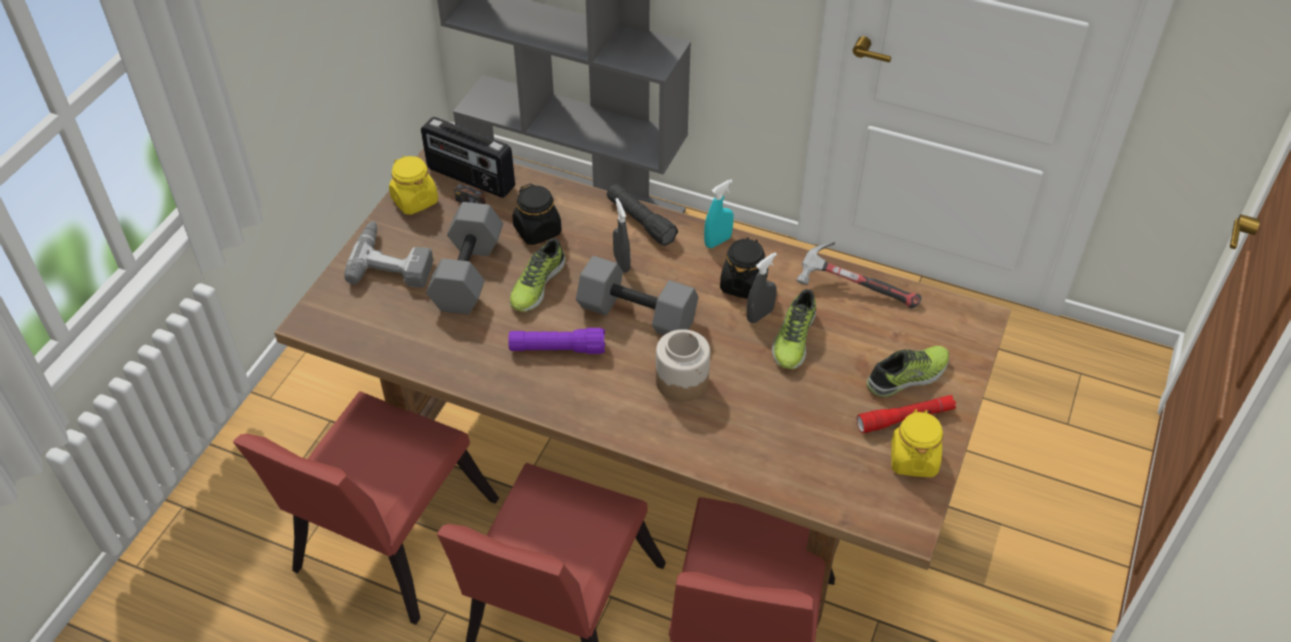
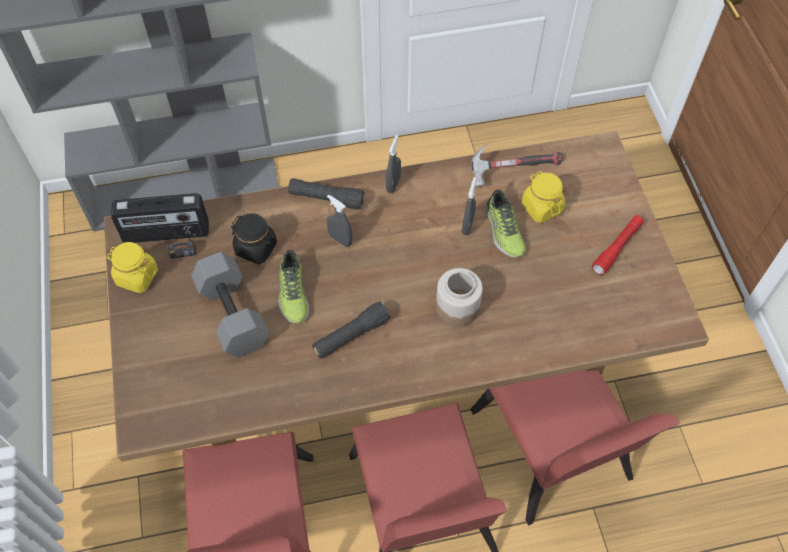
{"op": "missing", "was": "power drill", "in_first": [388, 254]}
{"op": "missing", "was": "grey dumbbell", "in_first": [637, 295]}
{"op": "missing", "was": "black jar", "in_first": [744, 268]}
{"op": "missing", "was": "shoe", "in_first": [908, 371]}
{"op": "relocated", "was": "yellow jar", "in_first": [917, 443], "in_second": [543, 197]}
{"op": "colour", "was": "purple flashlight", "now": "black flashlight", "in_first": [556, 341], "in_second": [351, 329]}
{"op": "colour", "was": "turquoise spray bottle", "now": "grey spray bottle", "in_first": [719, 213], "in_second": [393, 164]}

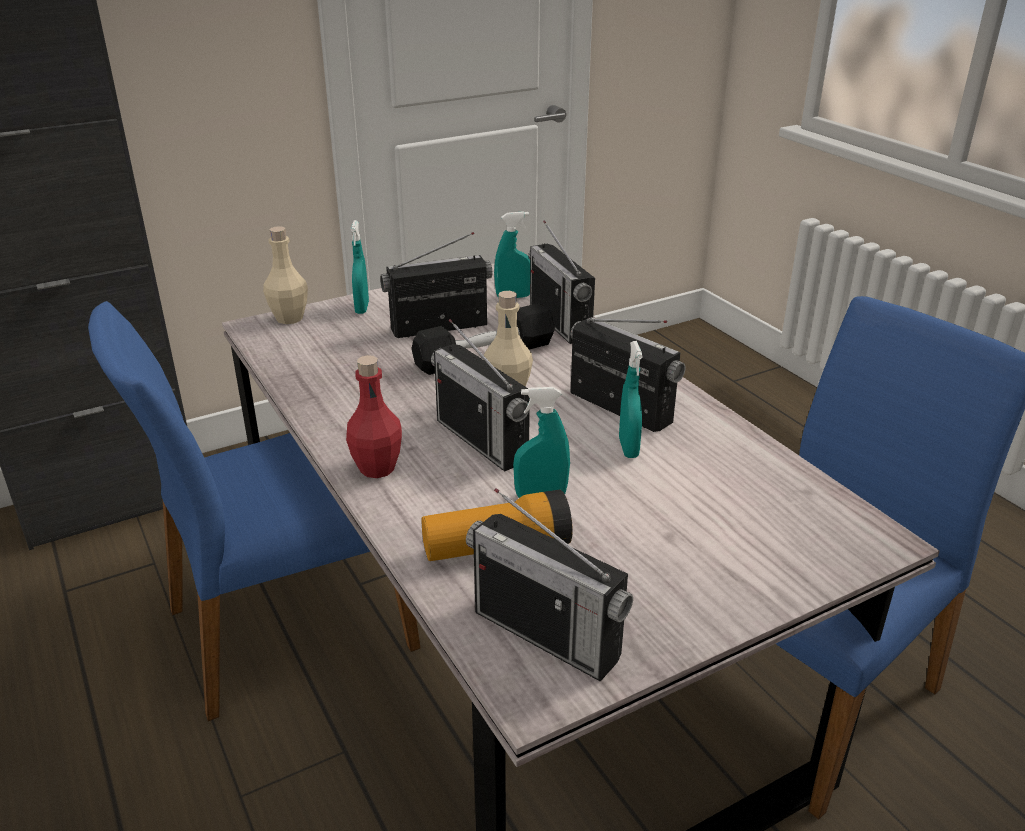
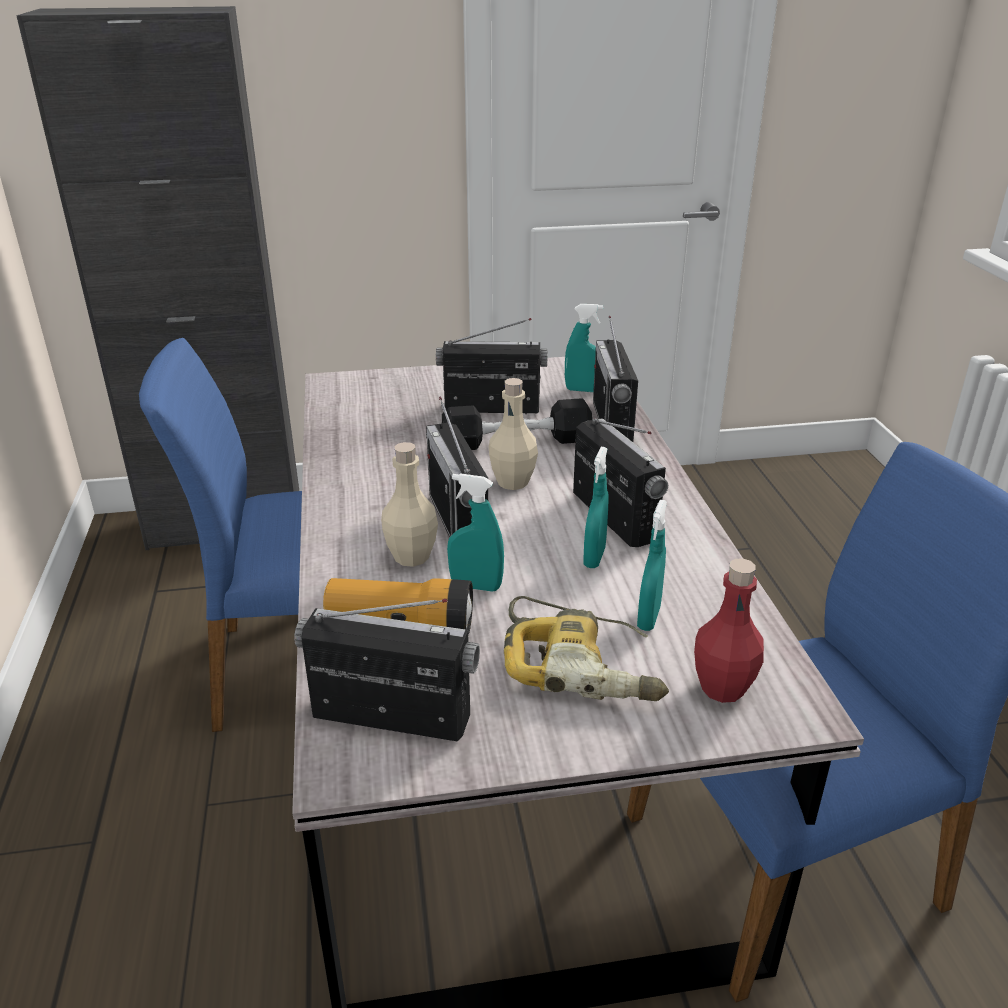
{"op": "appeared", "now": "power drill", "in_second": [586, 648]}
{"op": "relocated", "was": "beige bottle", "in_first": [285, 275], "in_second": [409, 504]}
{"op": "relocated", "was": "red bottle", "in_first": [374, 416], "in_second": [729, 630]}
{"op": "relocated", "was": "turquoise spray bottle", "in_first": [360, 267], "in_second": [652, 565]}
{"op": "spun", "was": "radio", "in_first": [549, 584], "in_second": [387, 670], "clockwise": 135}

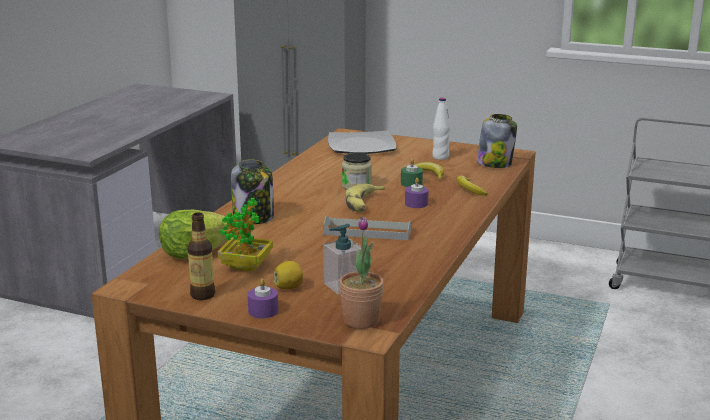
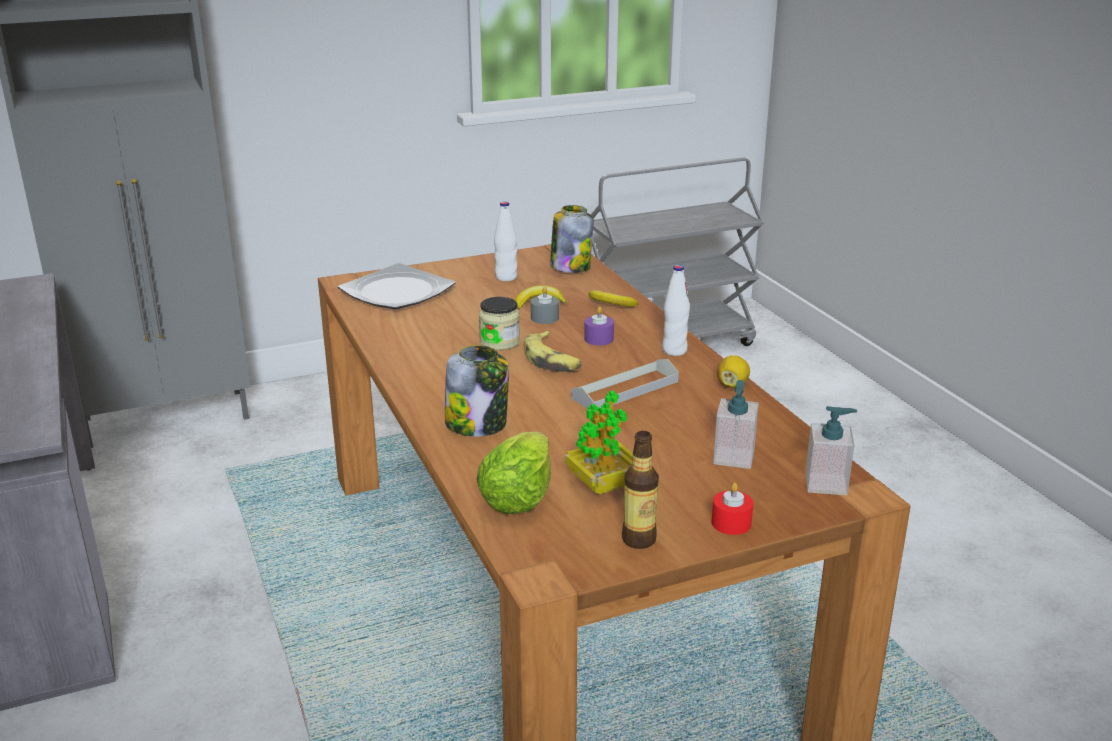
{"op": "appeared", "now": "white bottle", "in_second": [676, 310]}
{"op": "relocated", "was": "lemon", "in_first": [288, 275], "in_second": [733, 371]}
{"op": "exchanged", "was": "potted plant", "now": "soap dispenser", "in_first": [361, 273], "in_second": [831, 450]}
{"op": "colour", "was": "purple candle", "now": "red candle", "in_first": [263, 298], "in_second": [732, 509]}
{"op": "colour", "was": "green candle", "now": "grey candle", "in_first": [412, 173], "in_second": [545, 305]}

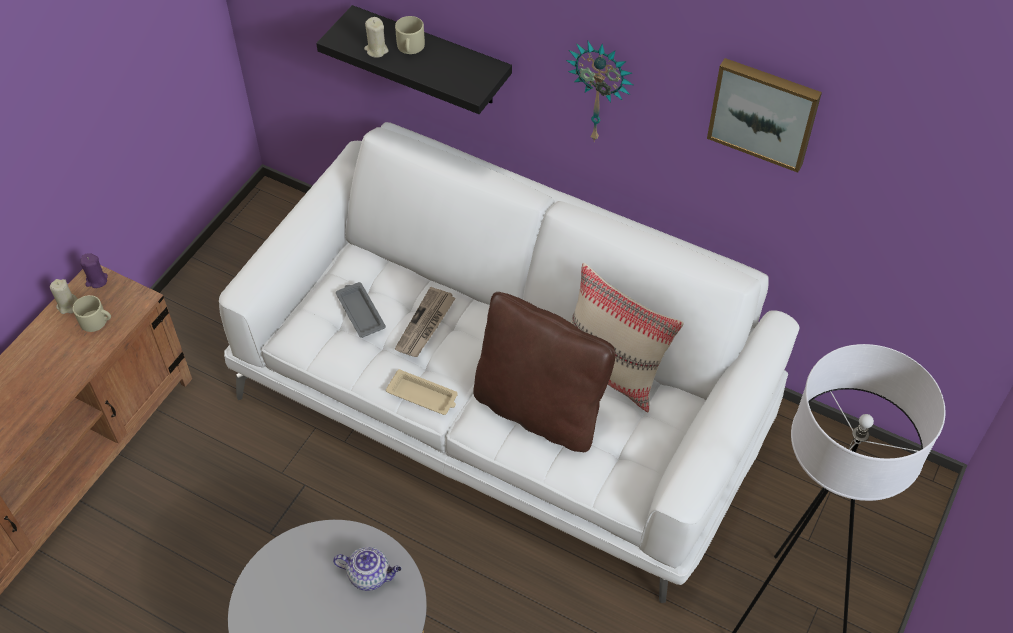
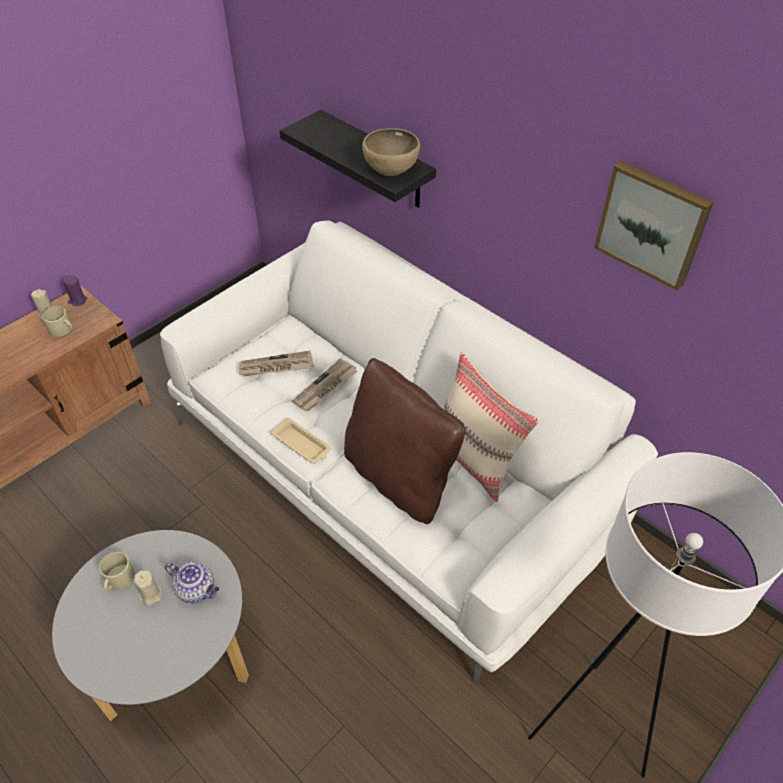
{"op": "missing", "was": "wall clock", "in_first": [599, 91]}
{"op": "appeared", "now": "brown bowl", "in_second": [391, 152]}
{"op": "relocated", "was": "beige candle", "in_first": [376, 37], "in_second": [148, 588]}
{"op": "relocated", "was": "beige mug", "in_first": [410, 35], "in_second": [117, 571]}
{"op": "exchanged", "was": "grey tray", "now": "newspaper", "in_first": [361, 310], "in_second": [276, 363]}

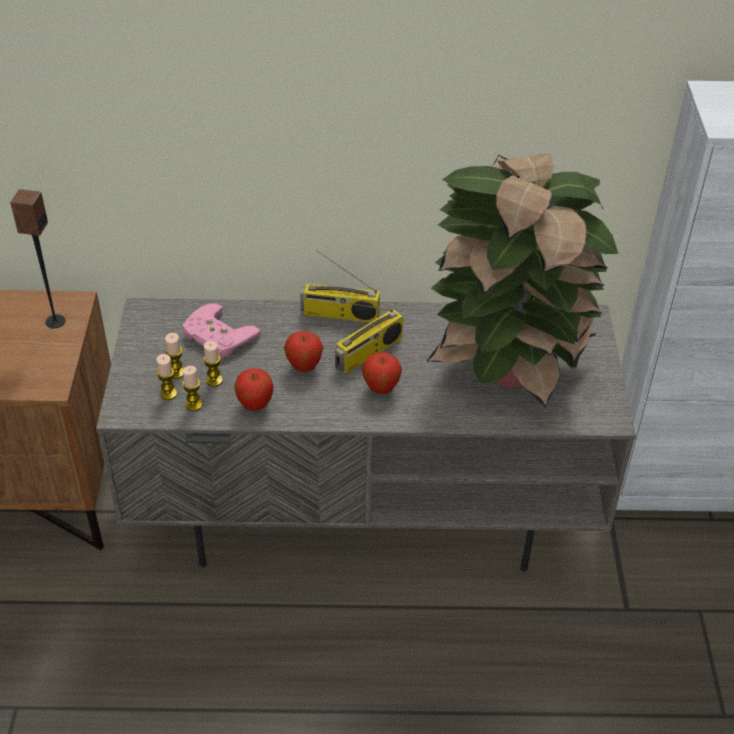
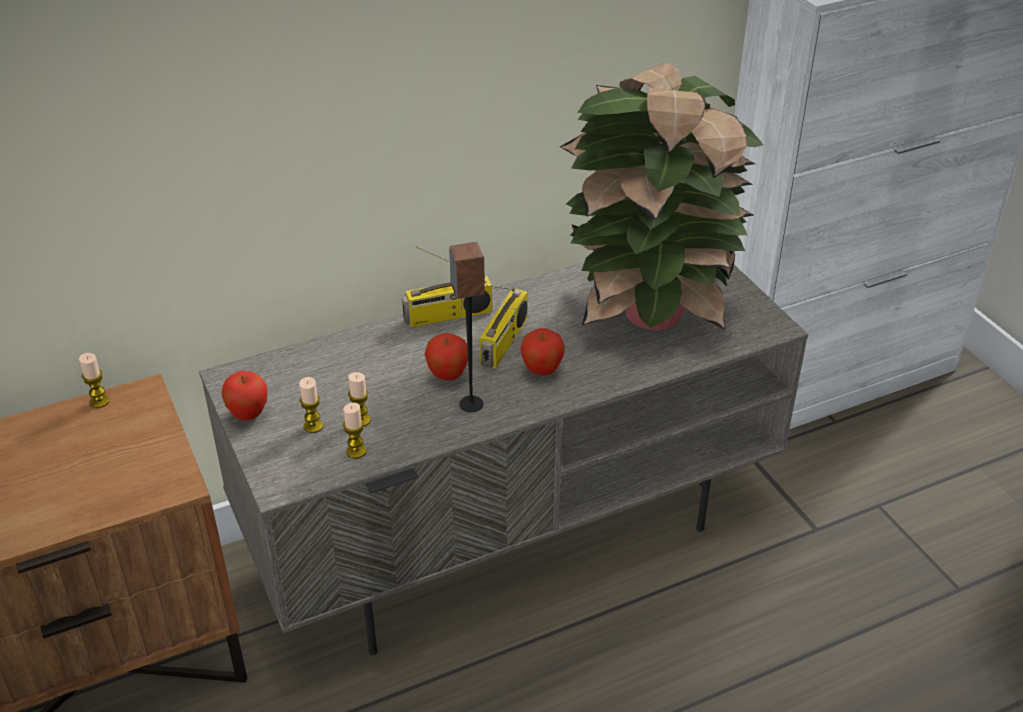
{"op": "missing", "was": "pink game controller", "in_first": [221, 331]}
{"op": "relocated", "was": "speaker", "in_first": [38, 258], "in_second": [467, 327]}
{"op": "relocated", "was": "candle", "in_first": [167, 377], "in_second": [94, 380]}
{"op": "relocated", "was": "apple", "in_first": [253, 389], "in_second": [244, 396]}

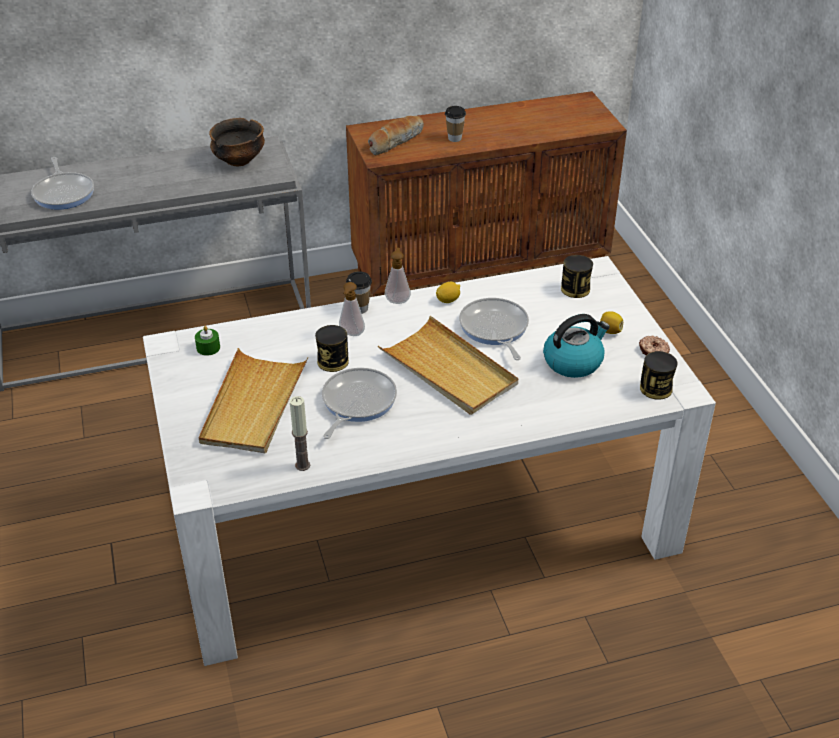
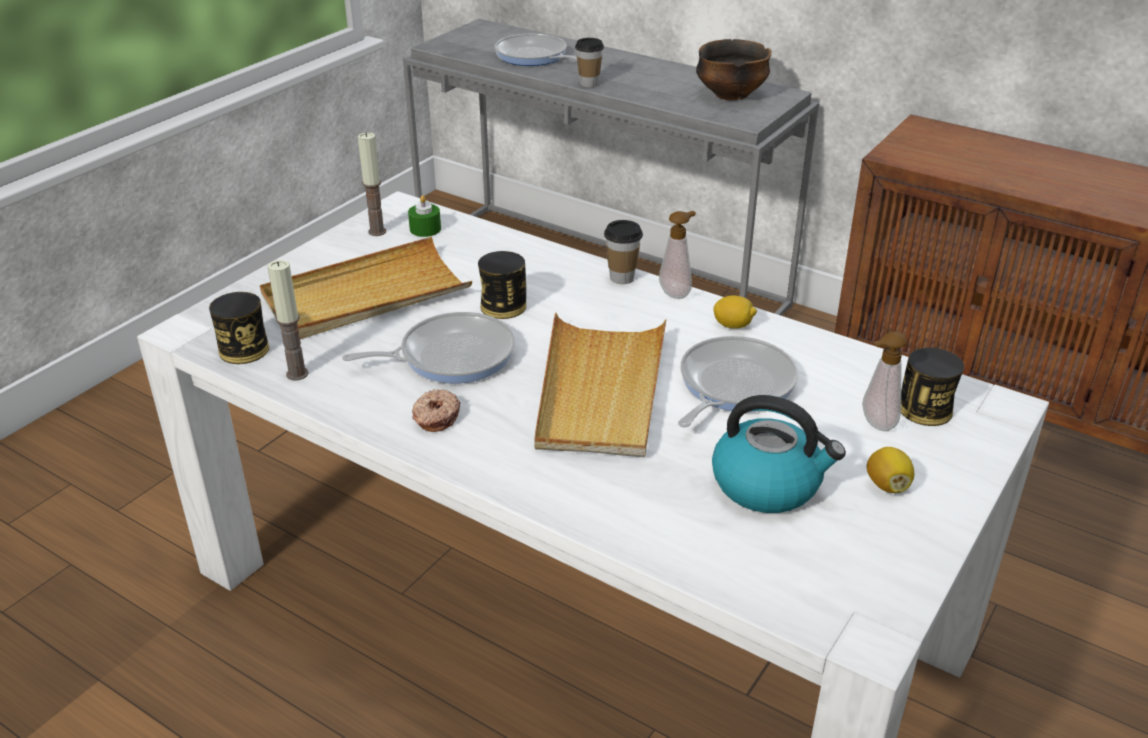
{"op": "missing", "was": "bread", "in_first": [396, 136]}
{"op": "appeared", "now": "candle", "in_second": [372, 184]}
{"op": "relocated", "was": "soap dispenser", "in_first": [352, 309], "in_second": [884, 381]}
{"op": "relocated", "was": "cup", "in_first": [455, 124], "in_second": [589, 62]}
{"op": "relocated", "was": "donut", "in_first": [654, 345], "in_second": [436, 410]}
{"op": "relocated", "was": "can", "in_first": [659, 375], "in_second": [239, 328]}
{"op": "spun", "was": "frying pan", "in_first": [62, 183], "in_second": [536, 50], "clockwise": 105}

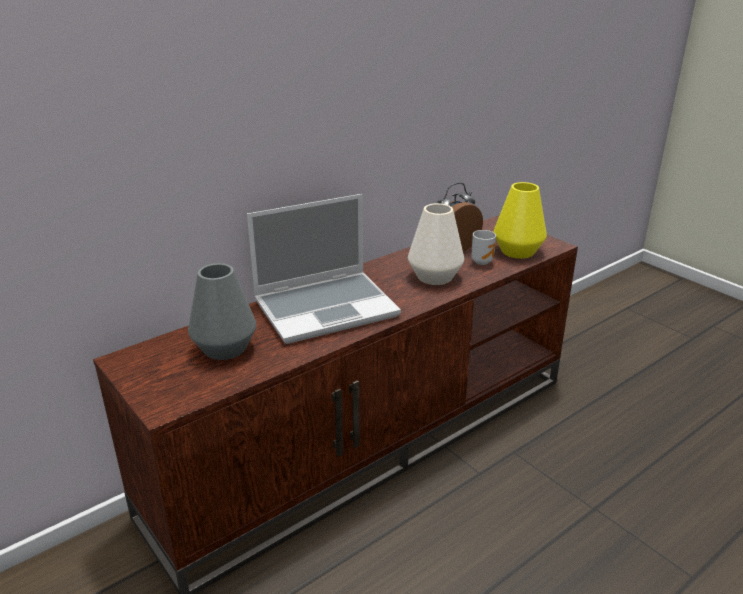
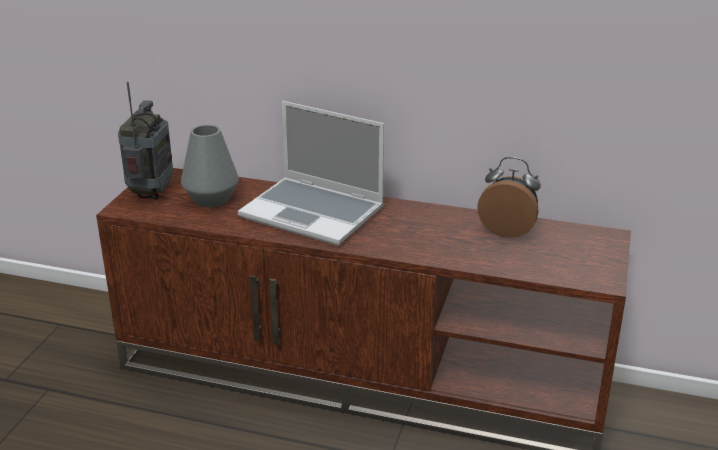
{"op": "missing", "was": "white vase", "in_first": [436, 244]}
{"op": "missing", "was": "mug", "in_first": [483, 247]}
{"op": "missing", "was": "yellow vase", "in_first": [520, 220]}
{"op": "appeared", "now": "radio", "in_second": [145, 141]}

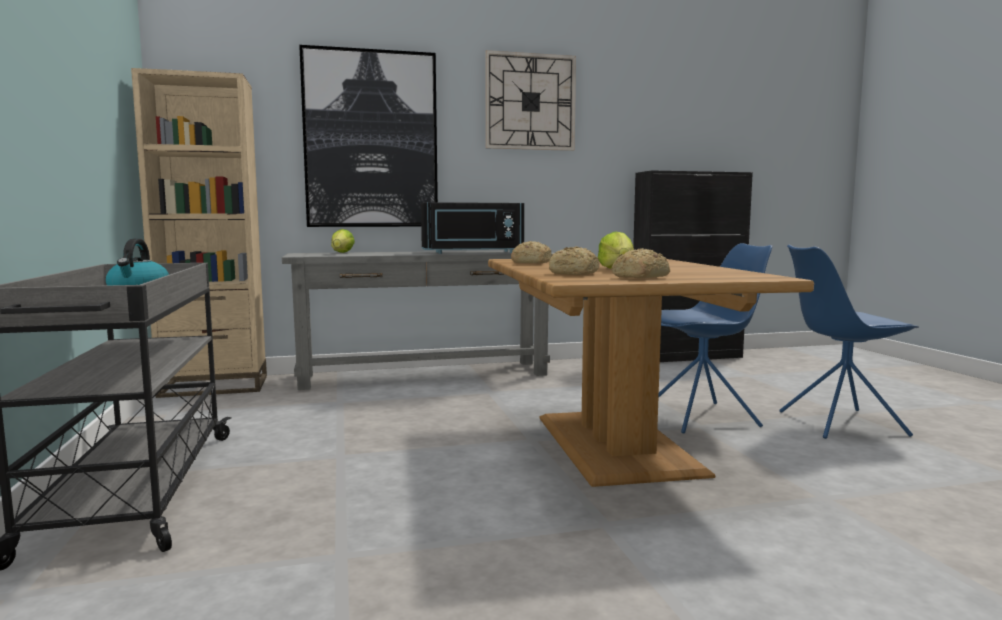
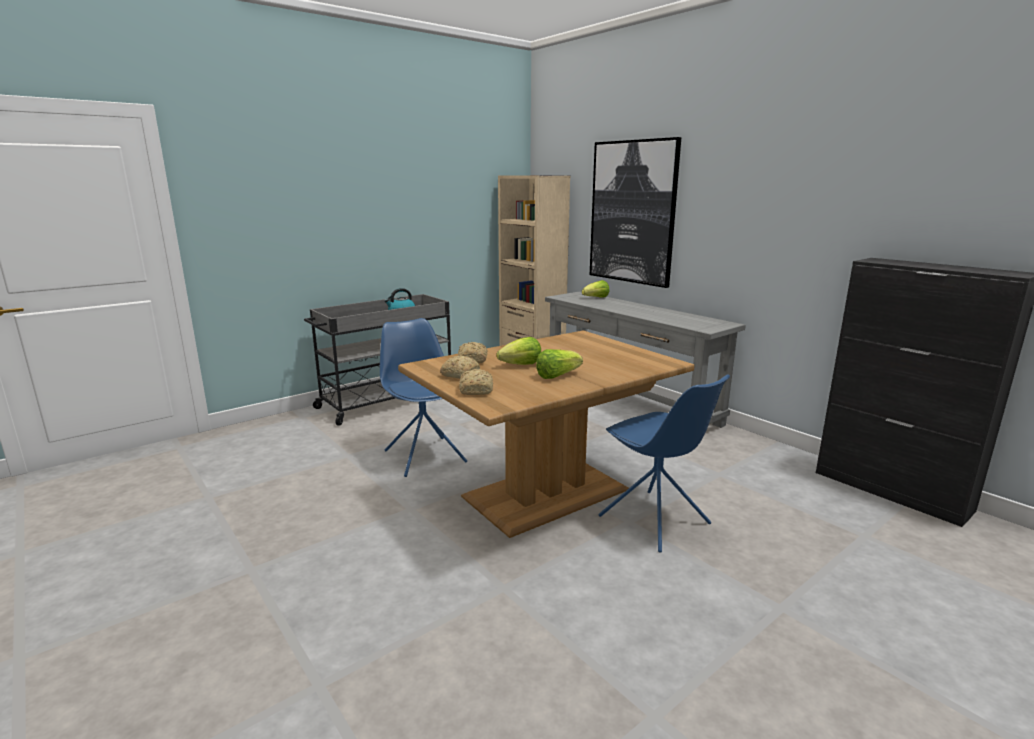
{"op": "missing", "was": "black microwave", "in_first": [472, 228]}
{"op": "missing", "was": "wall clock", "in_first": [530, 100]}
{"op": "appeared", "now": "lettuce", "in_second": [559, 364]}
{"op": "relocated", "was": "bread", "in_first": [531, 252], "in_second": [476, 382]}
{"op": "relocated", "was": "blue chair", "in_first": [849, 342], "in_second": [423, 397]}

